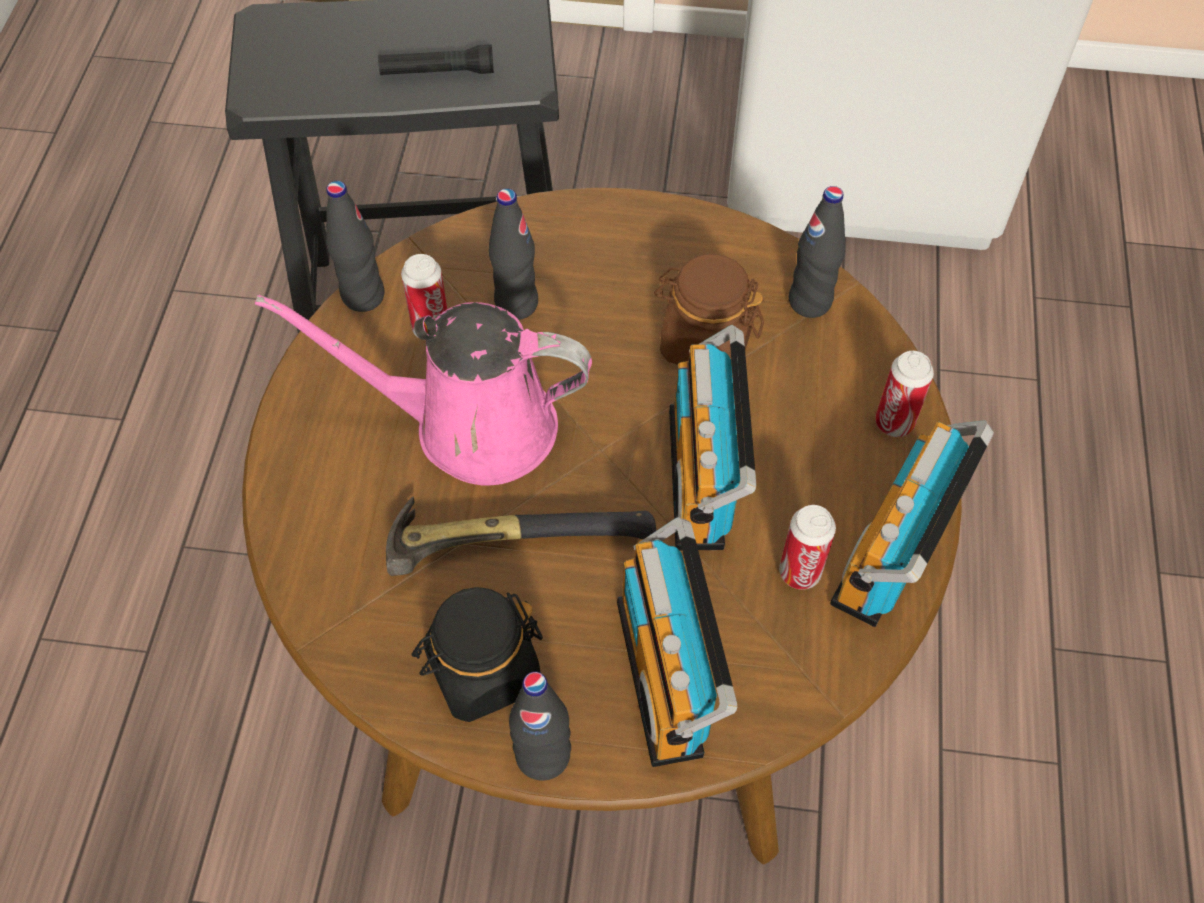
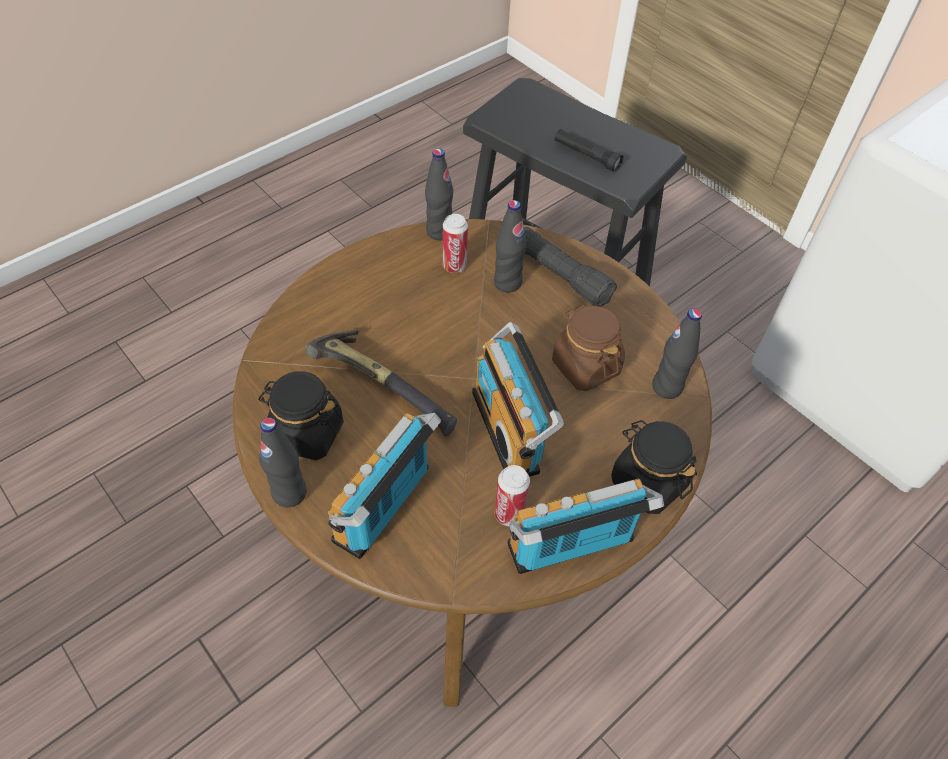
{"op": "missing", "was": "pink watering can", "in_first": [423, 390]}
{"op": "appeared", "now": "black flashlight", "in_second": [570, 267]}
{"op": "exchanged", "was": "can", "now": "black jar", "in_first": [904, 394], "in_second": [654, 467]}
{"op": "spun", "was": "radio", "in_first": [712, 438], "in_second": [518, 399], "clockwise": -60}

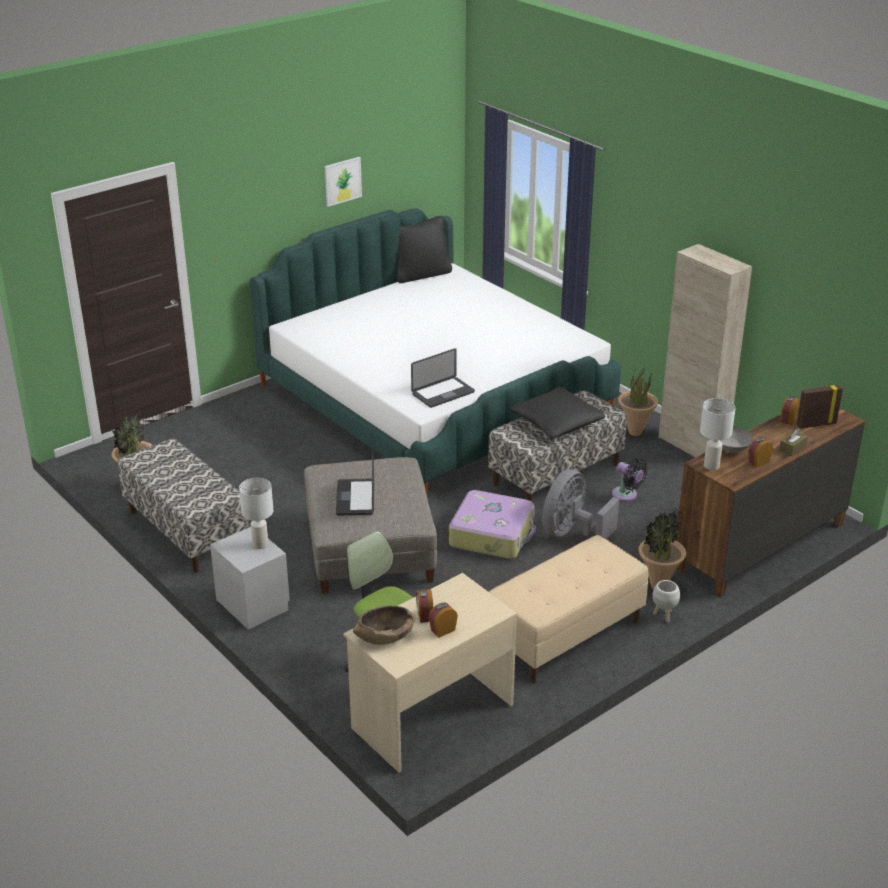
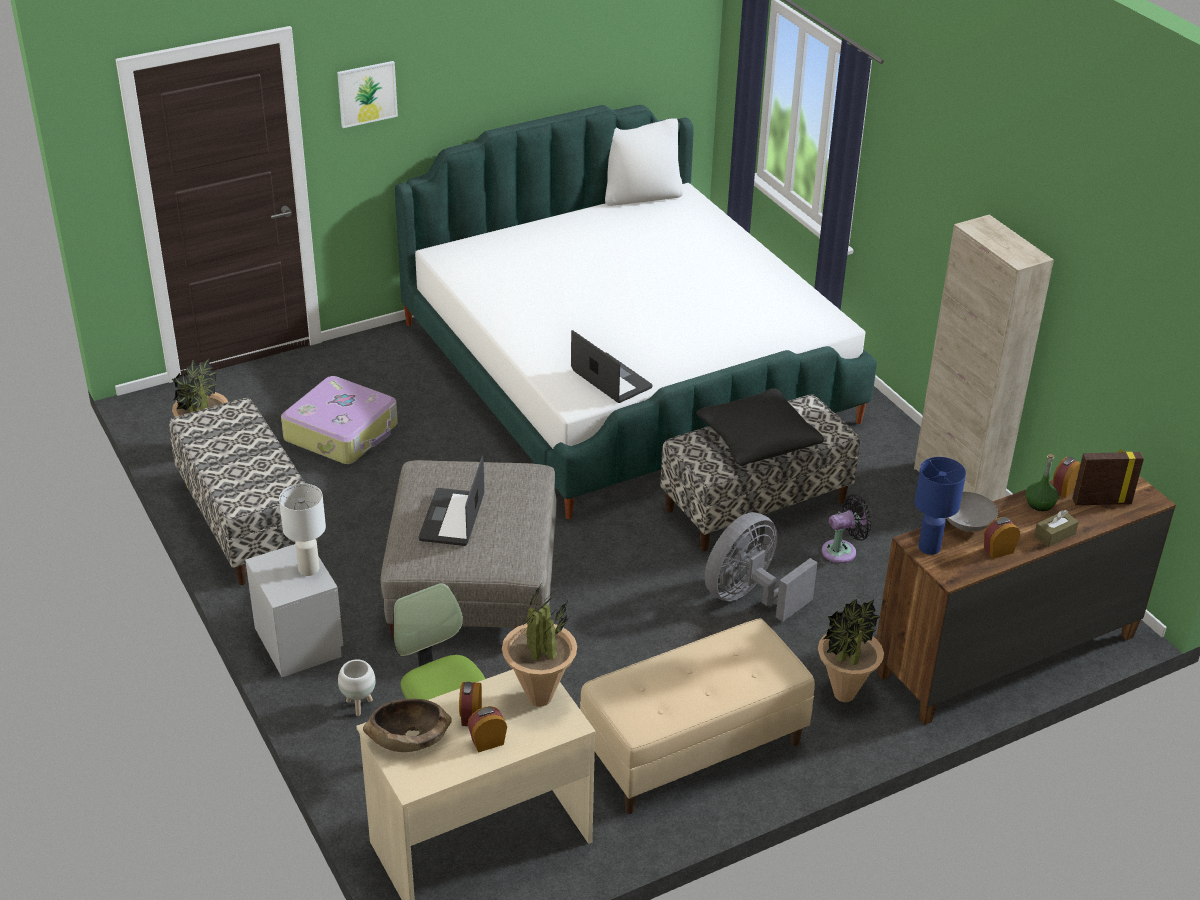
{"op": "appeared", "now": "green bottle", "in_second": [1042, 482]}
{"op": "relocated", "was": "picture", "in_first": [343, 182], "in_second": [367, 94]}
{"op": "relocated", "was": "suitcase", "in_first": [492, 524], "in_second": [339, 420]}
{"op": "relocated", "was": "potted plant", "in_first": [638, 401], "in_second": [539, 646]}
{"op": "relocated", "was": "white planter", "in_first": [666, 601], "in_second": [357, 687]}
{"op": "colour", "was": "black pillow", "now": "white pillow", "in_first": [424, 249], "in_second": [644, 162]}
{"op": "colour", "was": "white table lamp", "now": "blue table lamp", "in_first": [718, 434], "in_second": [940, 506]}
{"op": "spun", "was": "laptop", "in_first": [443, 378], "in_second": [611, 366], "clockwise": -105}
{"op": "spun", "was": "black fan", "in_first": [630, 480], "in_second": [847, 529], "clockwise": -75}

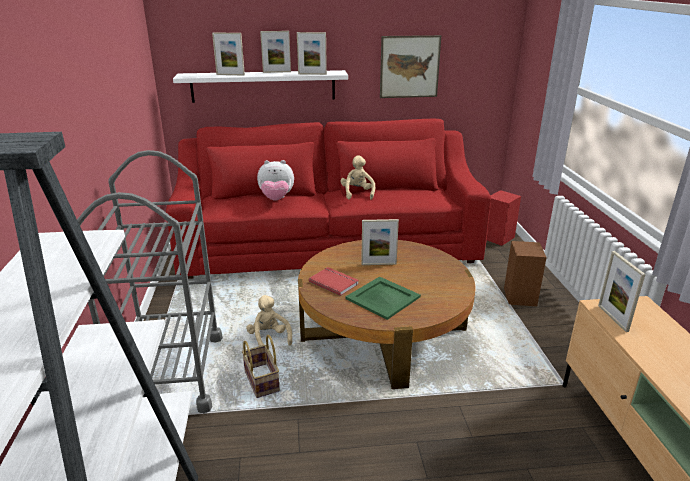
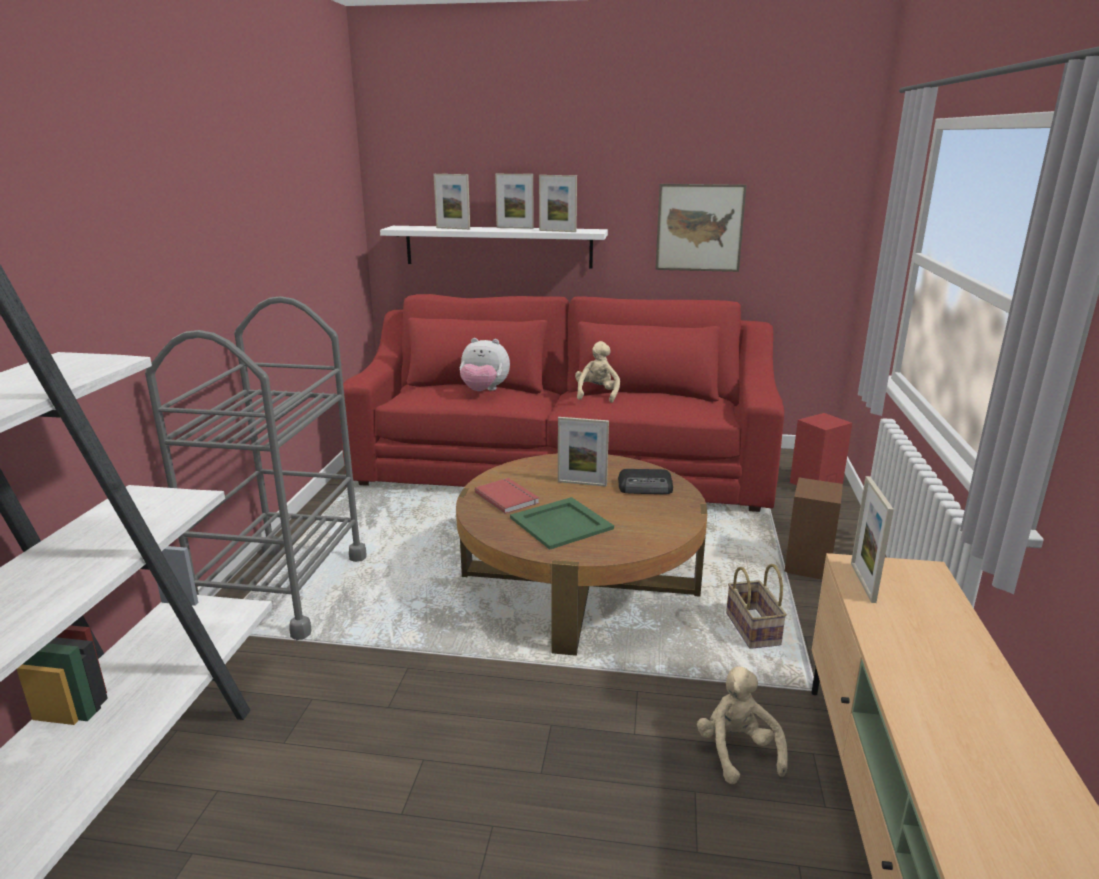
{"op": "appeared", "now": "radio", "in_second": [645, 481]}
{"op": "relocated", "was": "basket", "in_first": [261, 366], "in_second": [756, 606]}
{"op": "relocated", "was": "beige plush toy", "in_first": [269, 320], "in_second": [742, 725]}

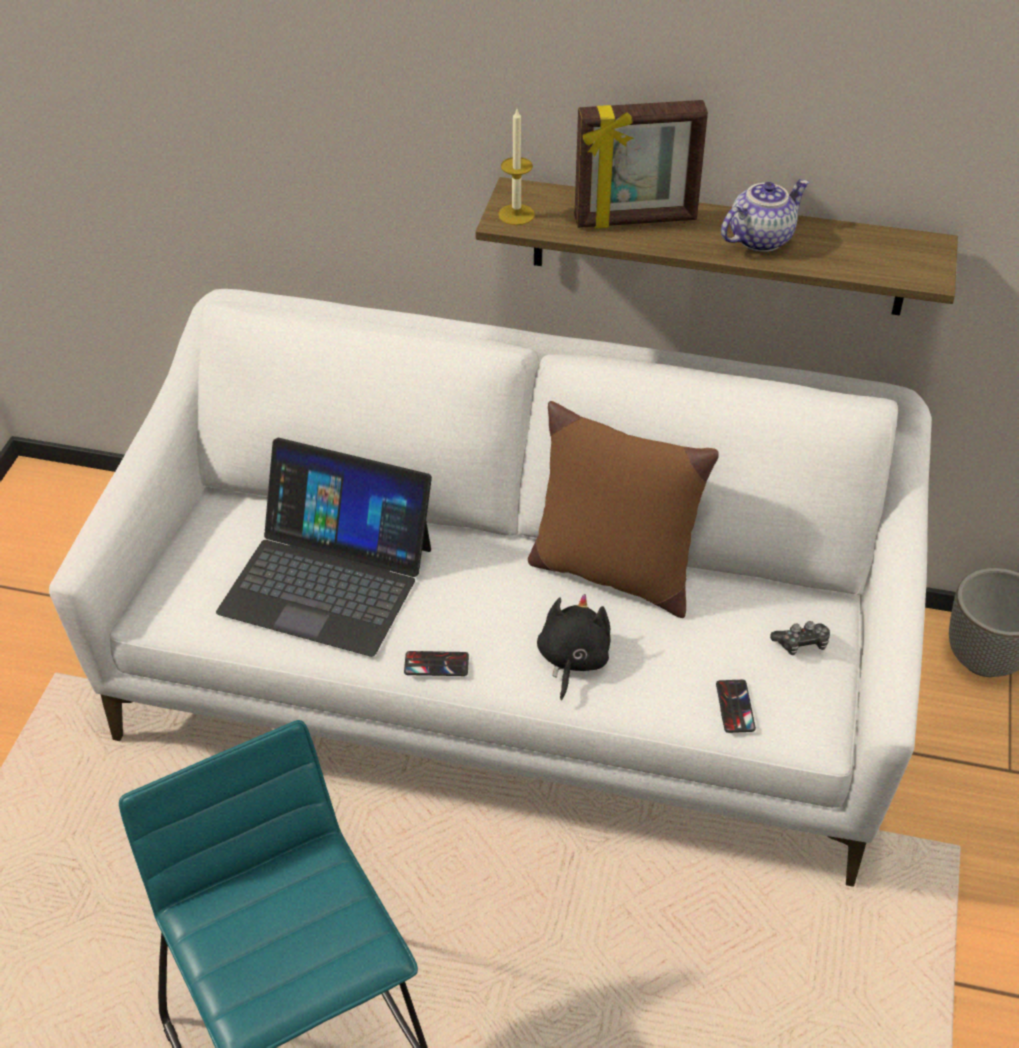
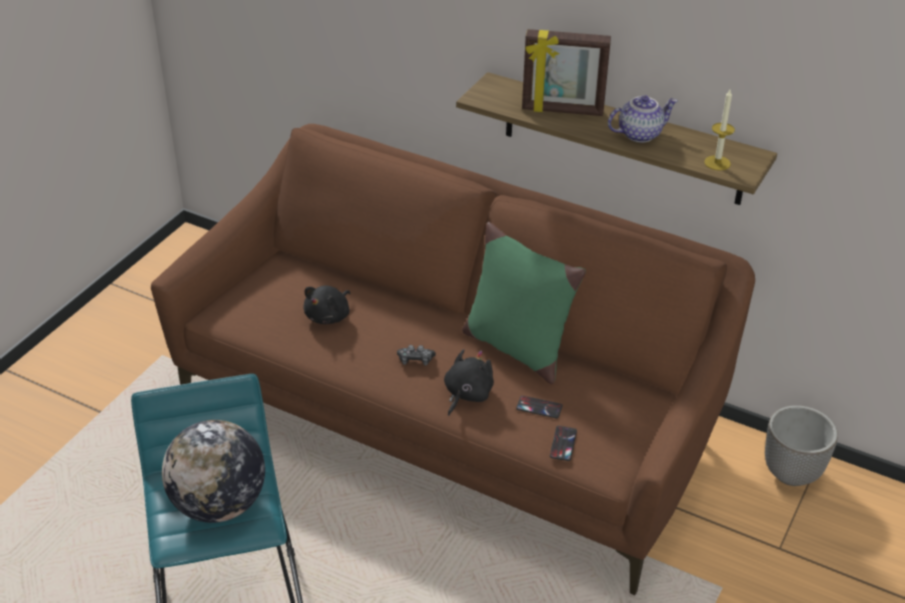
{"op": "appeared", "now": "globe", "in_second": [213, 471]}
{"op": "relocated", "was": "phone", "in_first": [436, 663], "in_second": [539, 407]}
{"op": "relocated", "was": "candle", "in_first": [516, 167], "in_second": [719, 130]}
{"op": "relocated", "was": "game controller", "in_first": [800, 638], "in_second": [416, 355]}
{"op": "exchanged", "was": "laptop", "now": "black plush toy", "in_first": [324, 547], "in_second": [327, 305]}
{"op": "colour", "was": "white sofa", "now": "brown sofa", "in_first": [490, 588], "in_second": [453, 359]}
{"op": "colour", "was": "brown pillow", "now": "green pillow", "in_first": [623, 509], "in_second": [524, 303]}

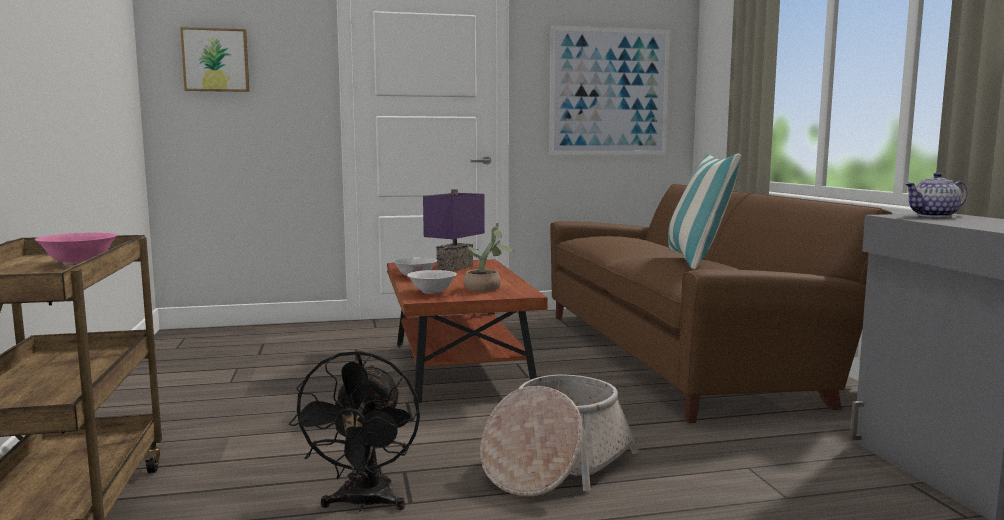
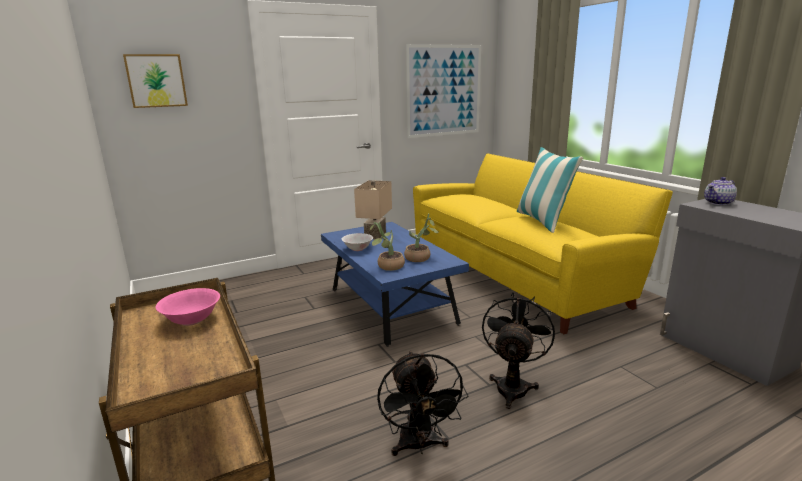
{"op": "exchanged", "was": "white bowl", "now": "potted plant", "in_first": [432, 282], "in_second": [387, 246]}
{"op": "exchanged", "was": "basket", "now": "black fan", "in_first": [559, 435], "in_second": [518, 350]}
{"op": "colour", "was": "brown coffee table", "now": "blue coffee table", "in_first": [467, 331], "in_second": [395, 284]}
{"op": "colour", "was": "purple table lamp", "now": "beige table lamp", "in_first": [454, 230], "in_second": [373, 210]}
{"op": "colour", "was": "brown sofa", "now": "yellow sofa", "in_first": [721, 303], "in_second": [543, 243]}

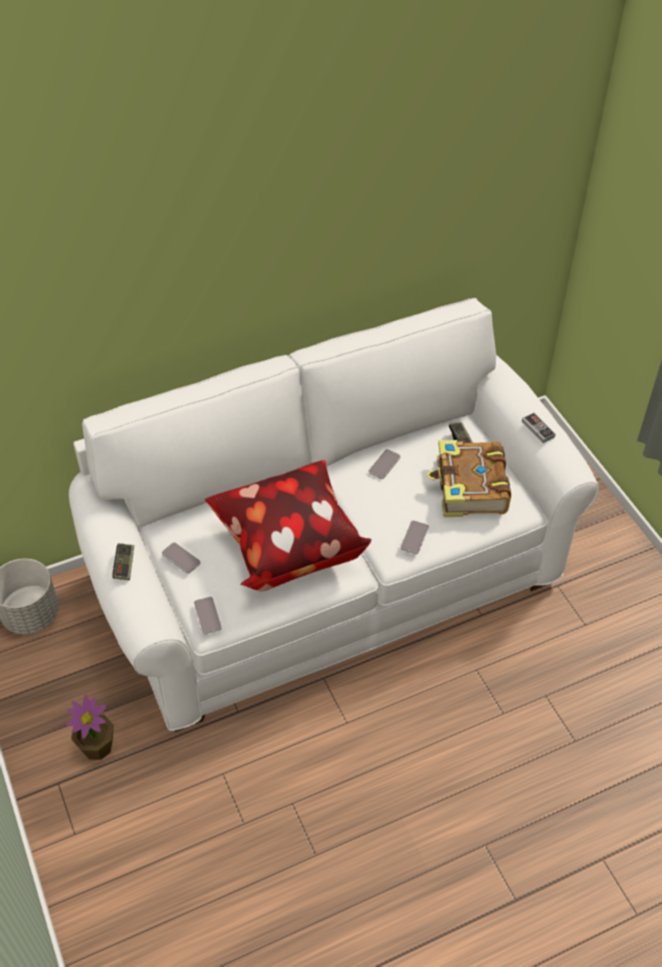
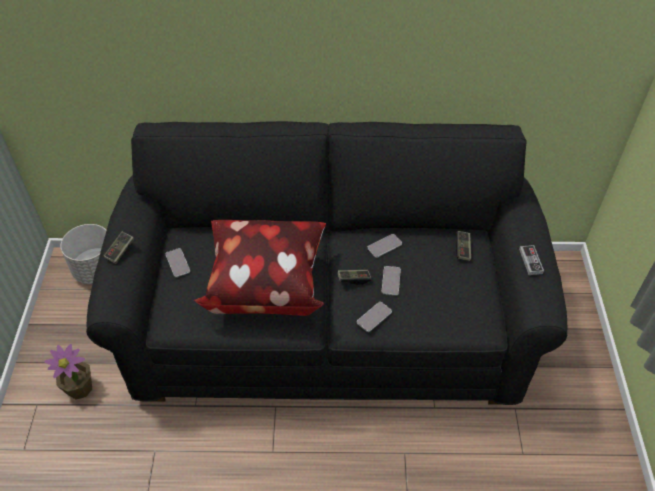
{"op": "missing", "was": "book", "in_first": [469, 478]}
{"op": "appeared", "now": "game controller", "in_second": [354, 277]}
{"op": "relocated", "was": "phone", "in_first": [208, 615], "in_second": [391, 281]}
{"op": "colour", "was": "white sofa", "now": "black sofa", "in_first": [334, 515], "in_second": [326, 263]}

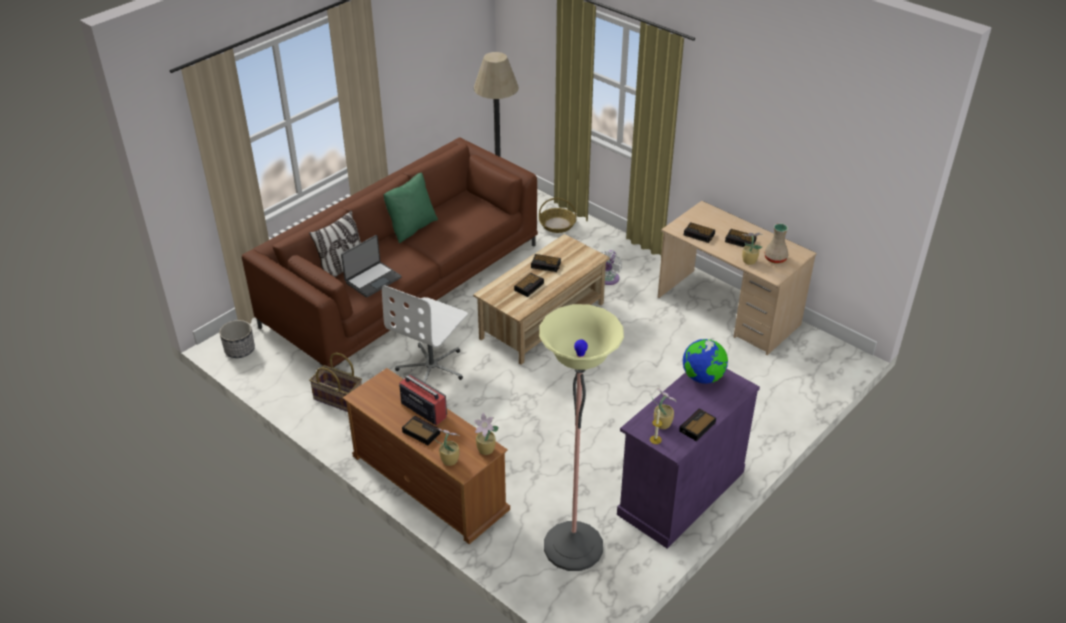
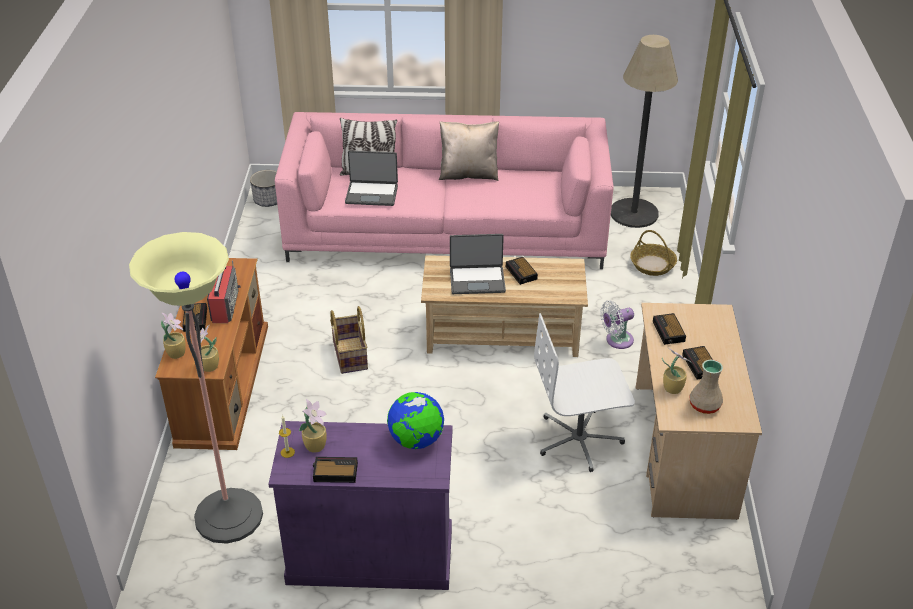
{"op": "relocated", "was": "basket", "in_first": [335, 382], "in_second": [349, 340]}
{"op": "relocated", "was": "white office chair", "in_first": [425, 334], "in_second": [584, 392]}
{"op": "exchanged", "was": "alarm clock", "now": "laptop", "in_first": [529, 285], "in_second": [478, 264]}
{"op": "colour", "was": "brown sofa", "now": "pink sofa", "in_first": [390, 252], "in_second": [444, 190]}
{"op": "colour", "was": "green pillow", "now": "beige pillow", "in_first": [410, 207], "in_second": [469, 151]}

